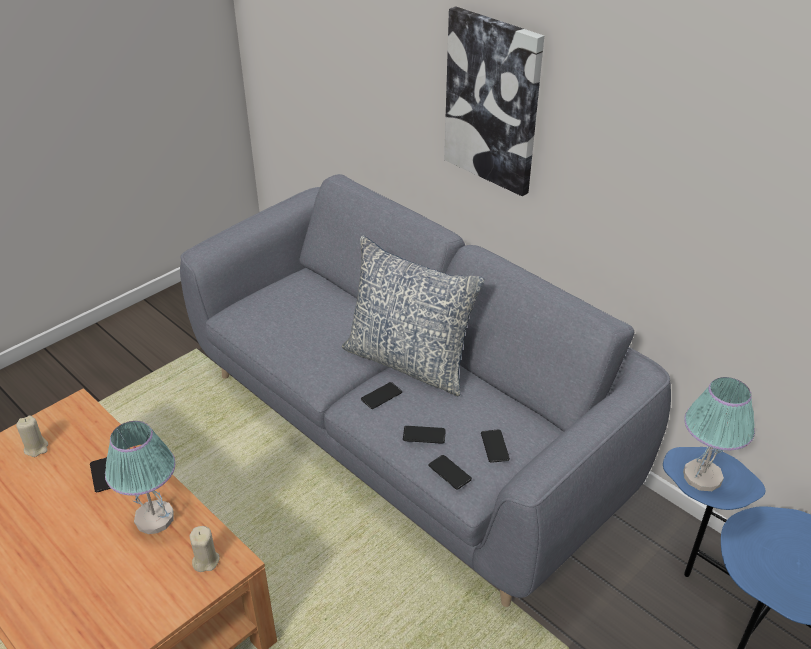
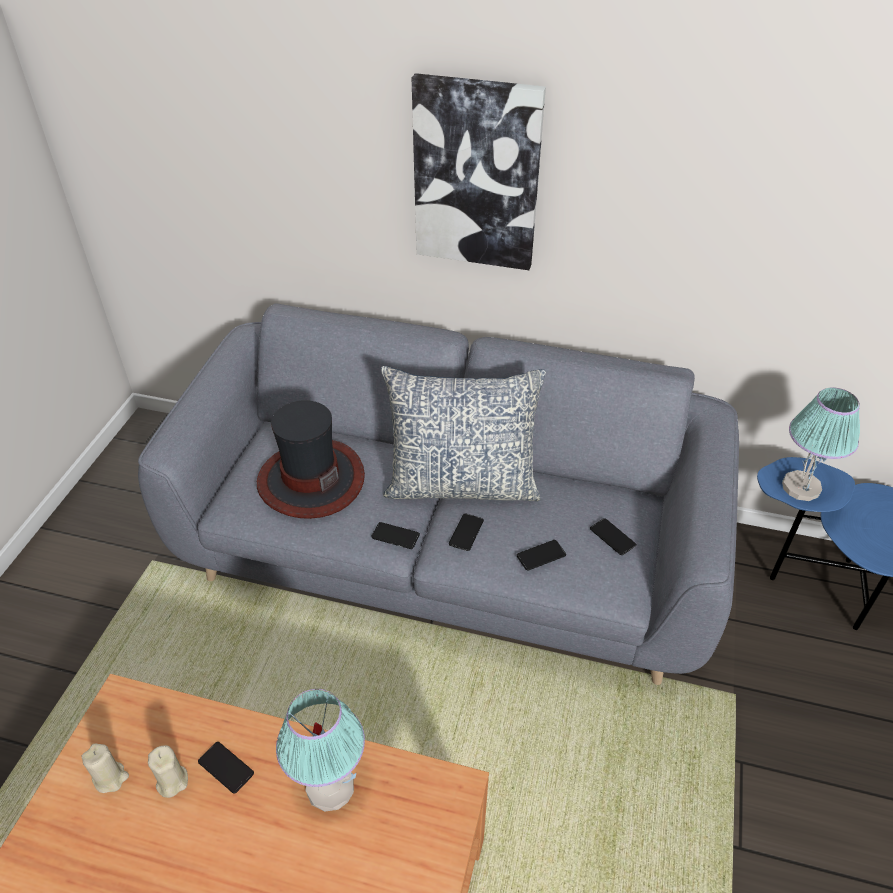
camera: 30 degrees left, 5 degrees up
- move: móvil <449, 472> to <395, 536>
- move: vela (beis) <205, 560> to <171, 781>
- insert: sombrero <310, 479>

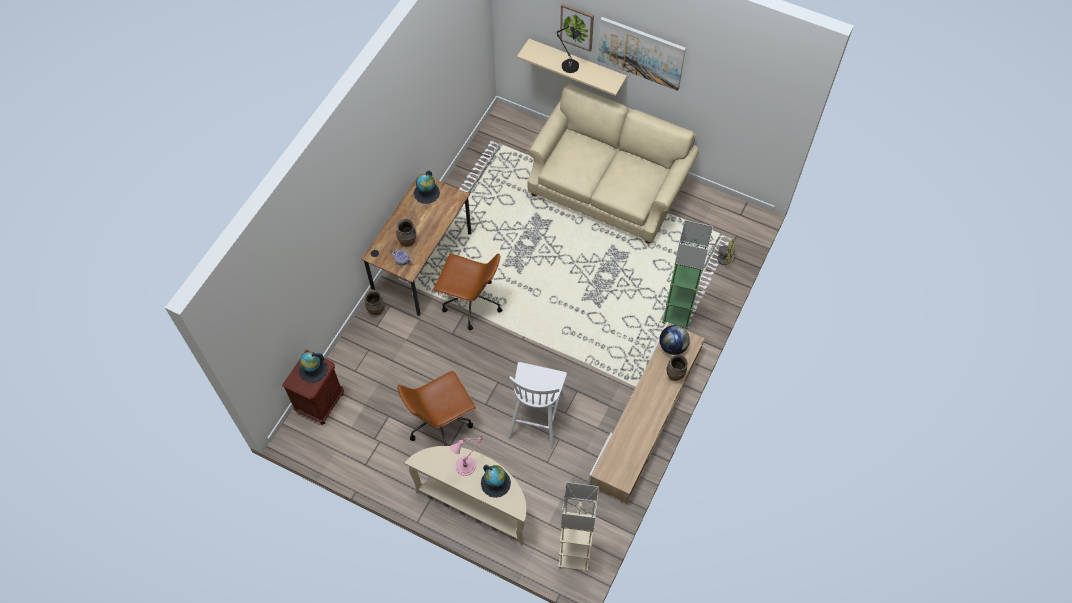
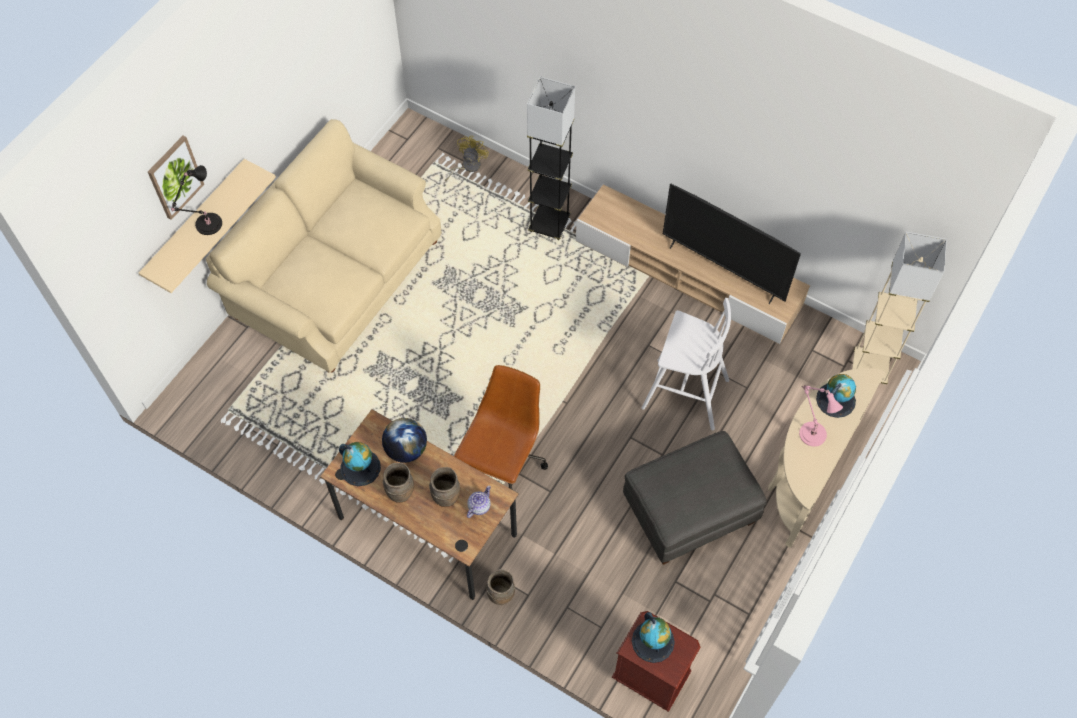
camera: 85 degrees left, 0 degrees up
- delete: cuadro <641, 53>
- recolor: lámpara de pie (verde) <677, 316> to lámpara de pie (gris) <549, 225>
- move: globo terráqueo <672, 346> to <406, 449>
- move: florero (marrón) <675, 375> to <400, 492>
- replace: silla de oficina (marrón) <441, 423> to puf (gris) <688, 512>
- insert: televisor <723, 270>

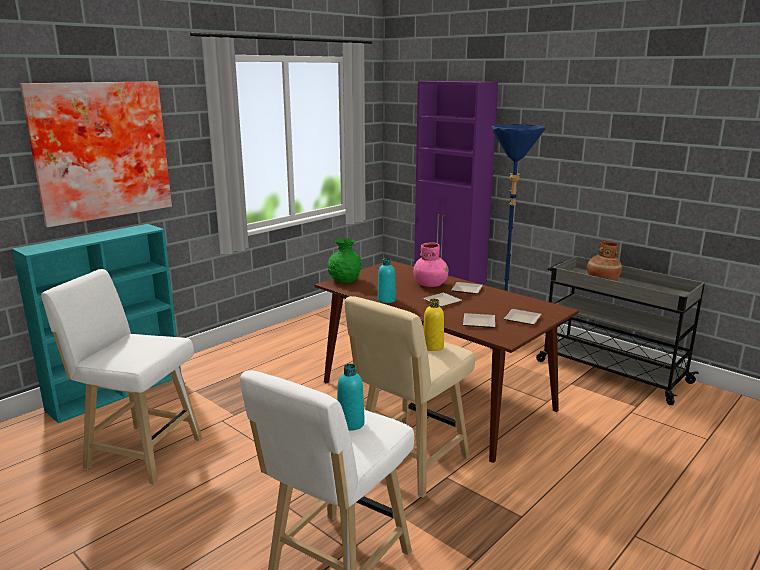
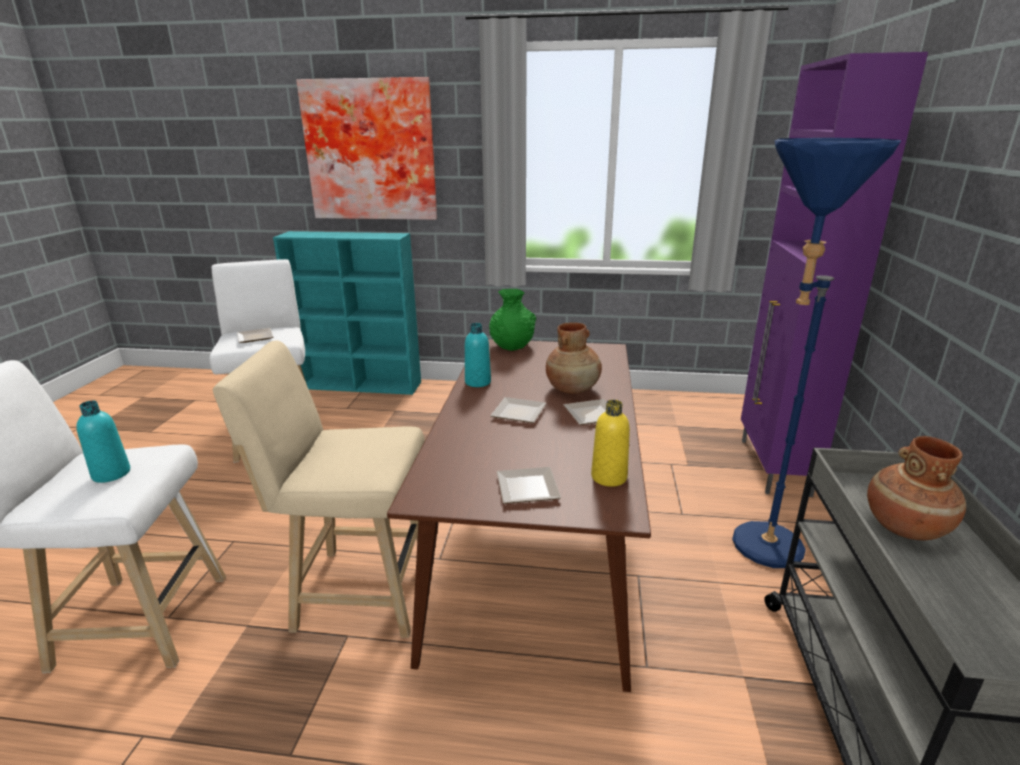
camera: 55 degrees right, 5 degrees up
- recolor: florero (rosa) <430, 284> to florero (marrón) <573, 388>
- move: botella (amarillo) <433, 347> to <609, 477>
- move: plato <480, 323> to <254, 338>

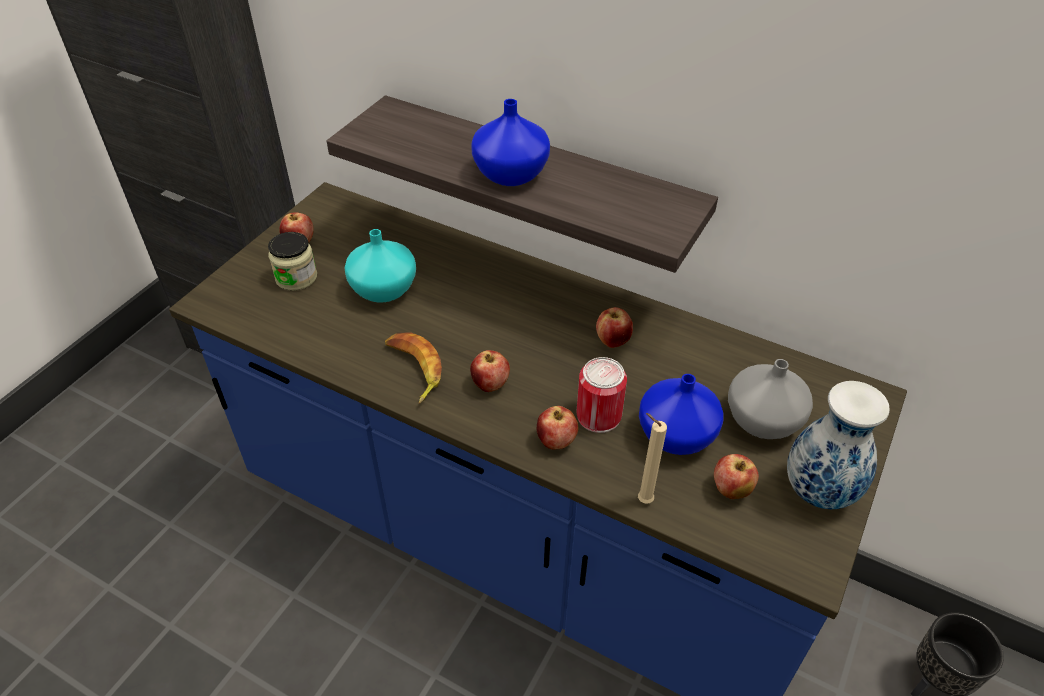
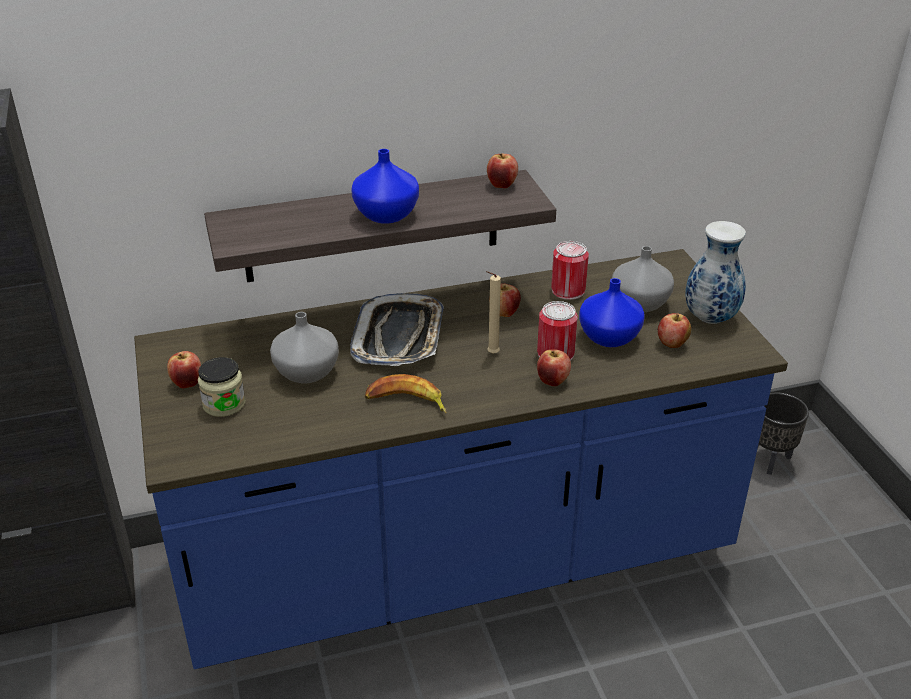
camera: 45 degrees left, 10 degrees down
- recolor: florero (turquesa) <385, 289> to florero (gris) <307, 371>
- move: manzana <490, 385> to <502, 185>
- move: vela (beis) <642, 499> to <491, 354>
- insert: lata <568, 290>
- insert: bandeja <399, 337>

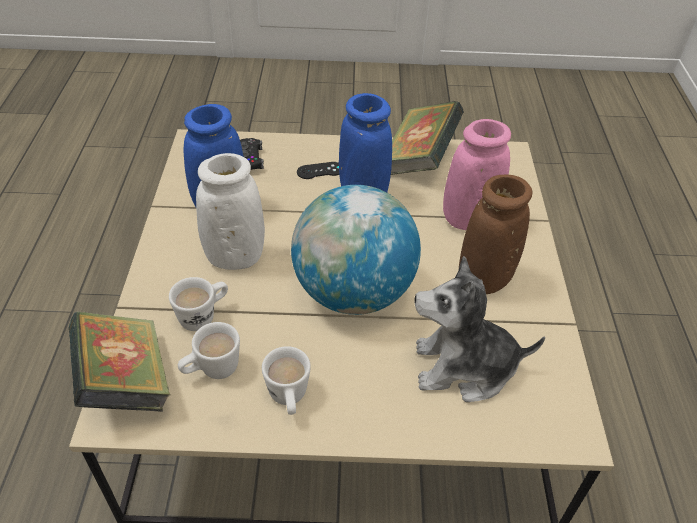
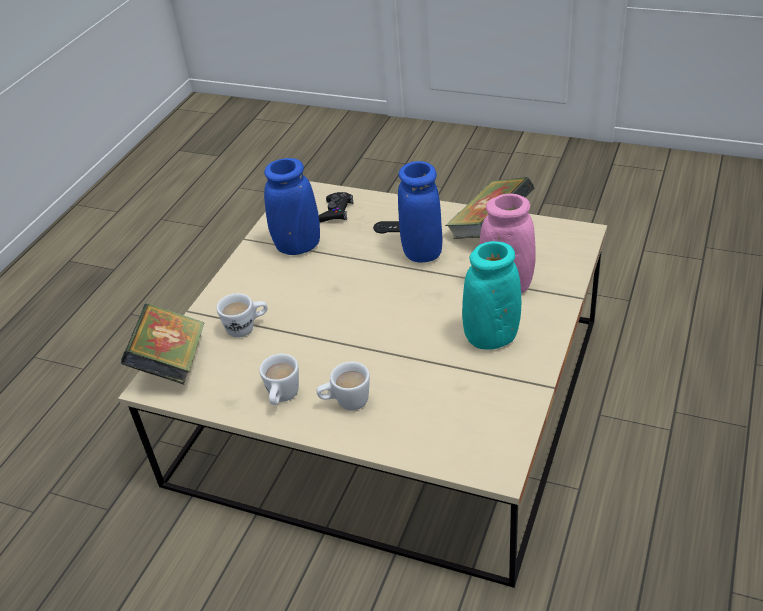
camera: 25 degrees right, 5 degrees down
- delete: florero (blanco) <235, 257>
- recolor: florero (marrón) <484, 279> to florero (turquesa) <491, 337>
- delete: globo terráqueo <353, 293>
- delete: peluche <464, 368>
- move: taza grande (blanco) <212, 370> to <346, 403>

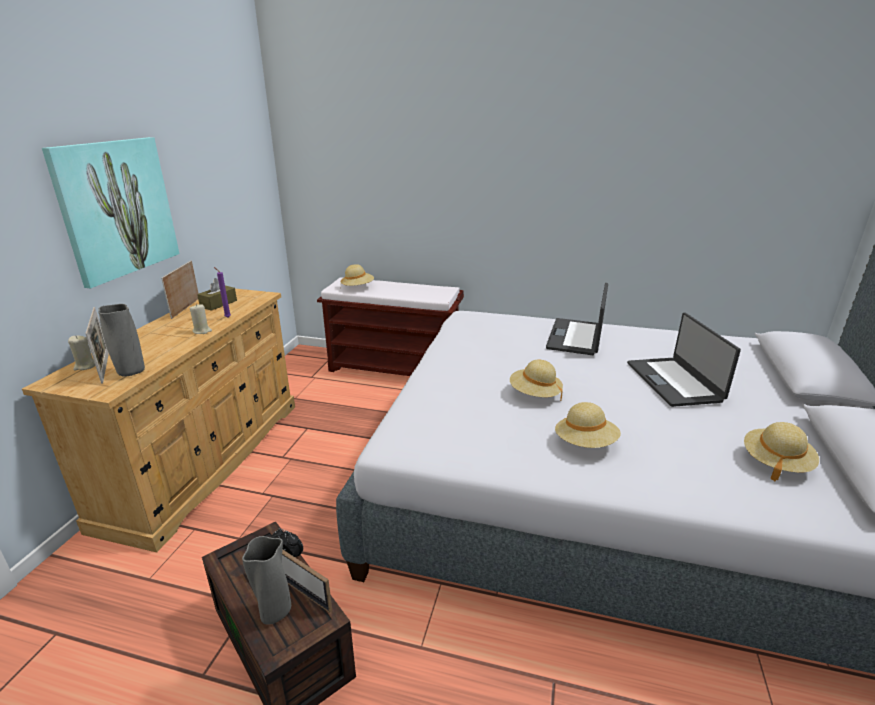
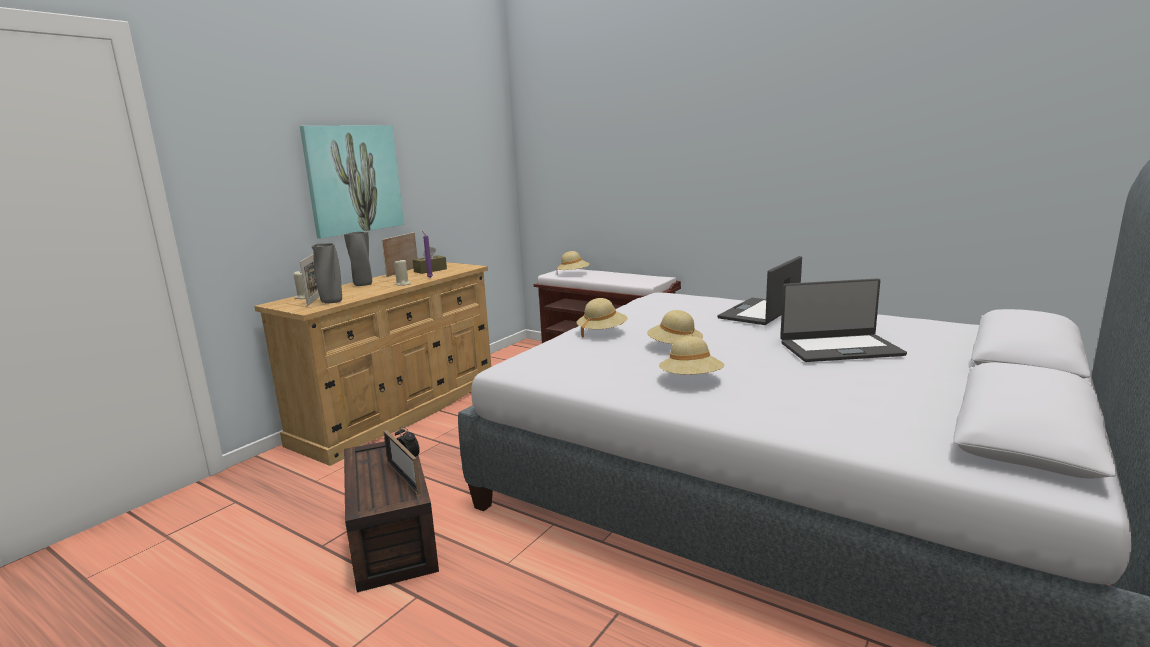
camera: 20 degrees right, 10 degrees down
- rotate: portátil <674, 381> = <839, 348> 105 degrees counterclockwise
- move: sombrero (beis) <775, 463> to <602, 332>
- move: florero (gris) <275, 613> to <363, 284>

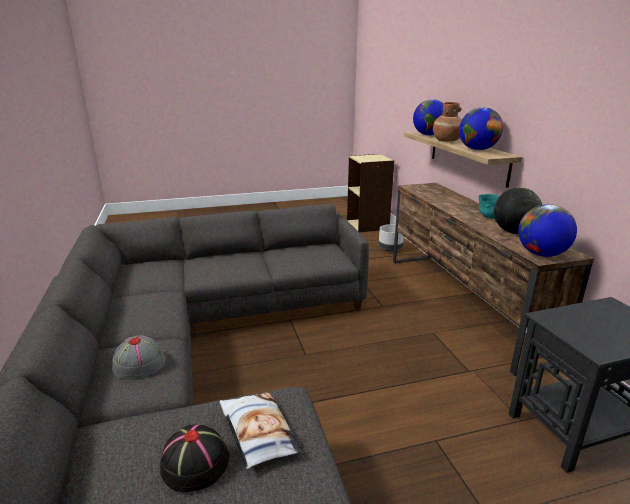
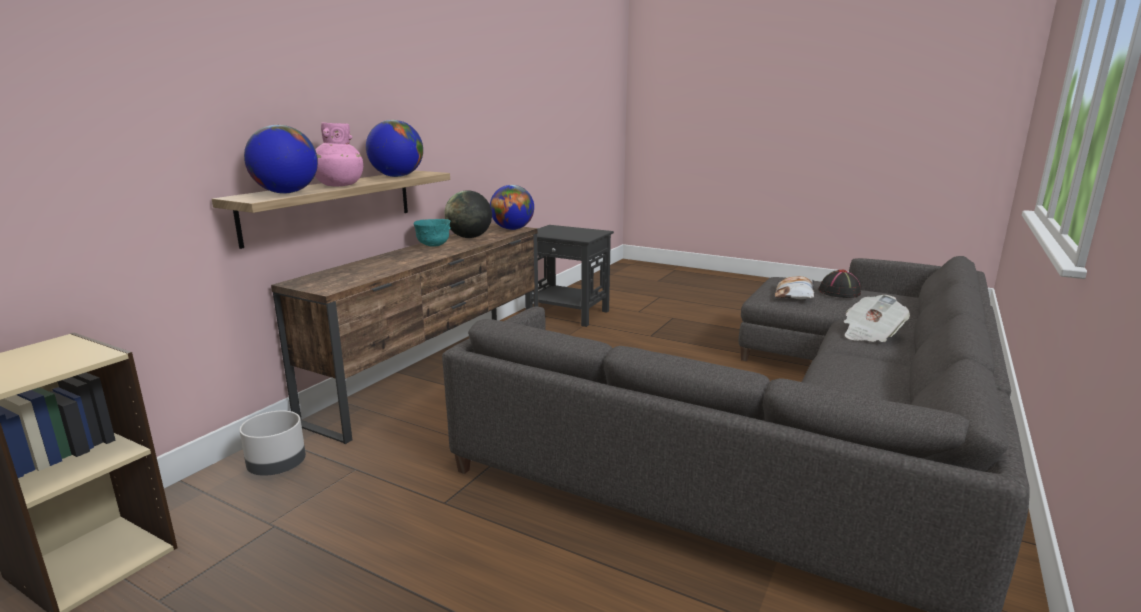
camera: 135 degrees left, 5 degrees down
- recolor: florero (marrón) <447, 140> to florero (rosa) <338, 185>
- replace: sombrero (gris) <139, 363> to periódico <870, 334>

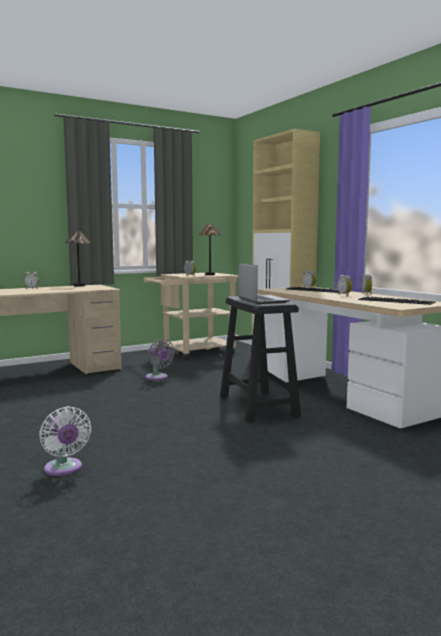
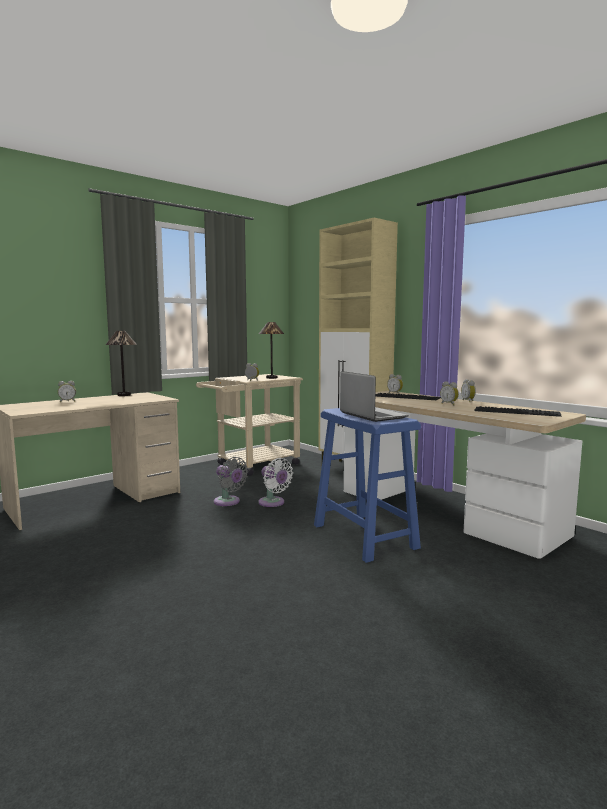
camera: 10 degrees left, 0 degrees up
- recolor: taburete (negro) <258, 405> to taburete (azul) <364, 536>
- move: ventilador (blanco) <64, 469> to <273, 503>

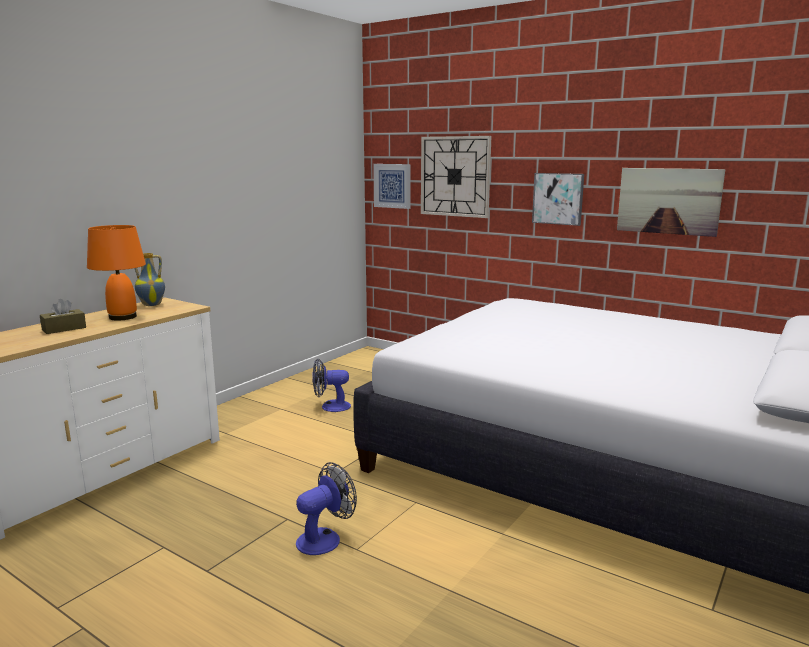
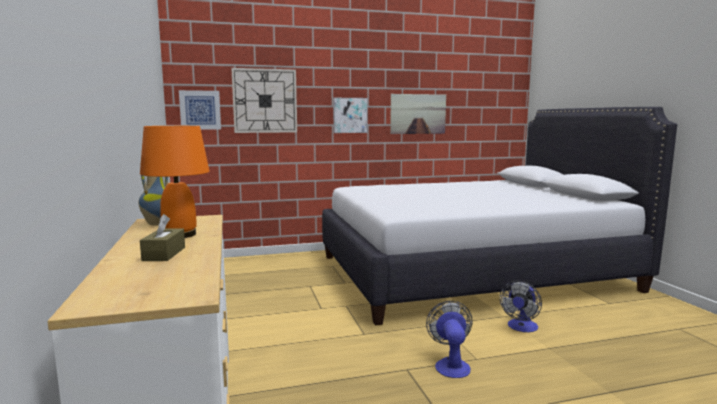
camera: 50 degrees left, 5 degrees down
- move: ventilador <330, 406> to <521, 328>

